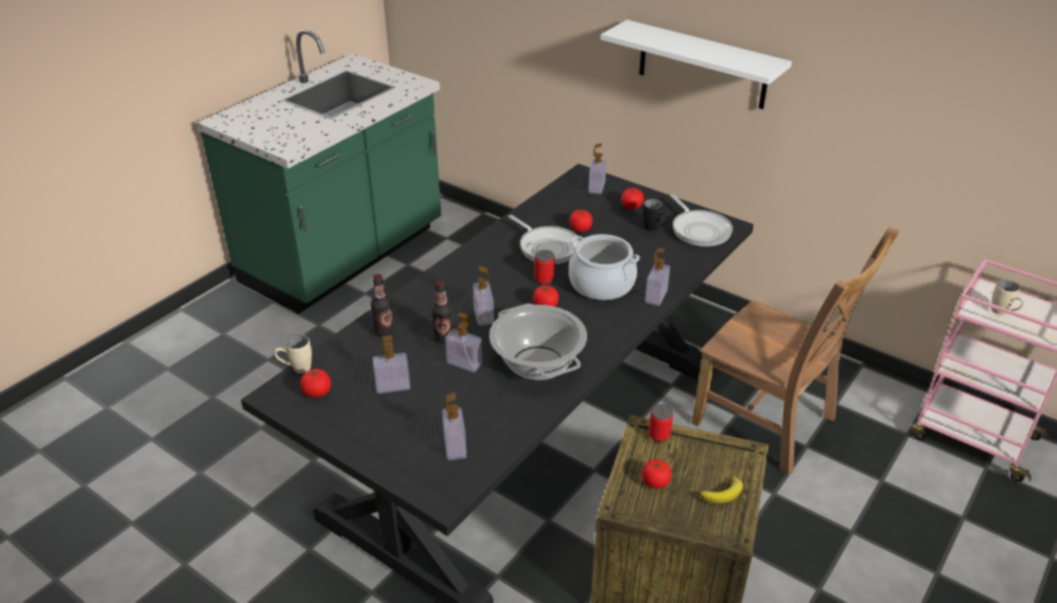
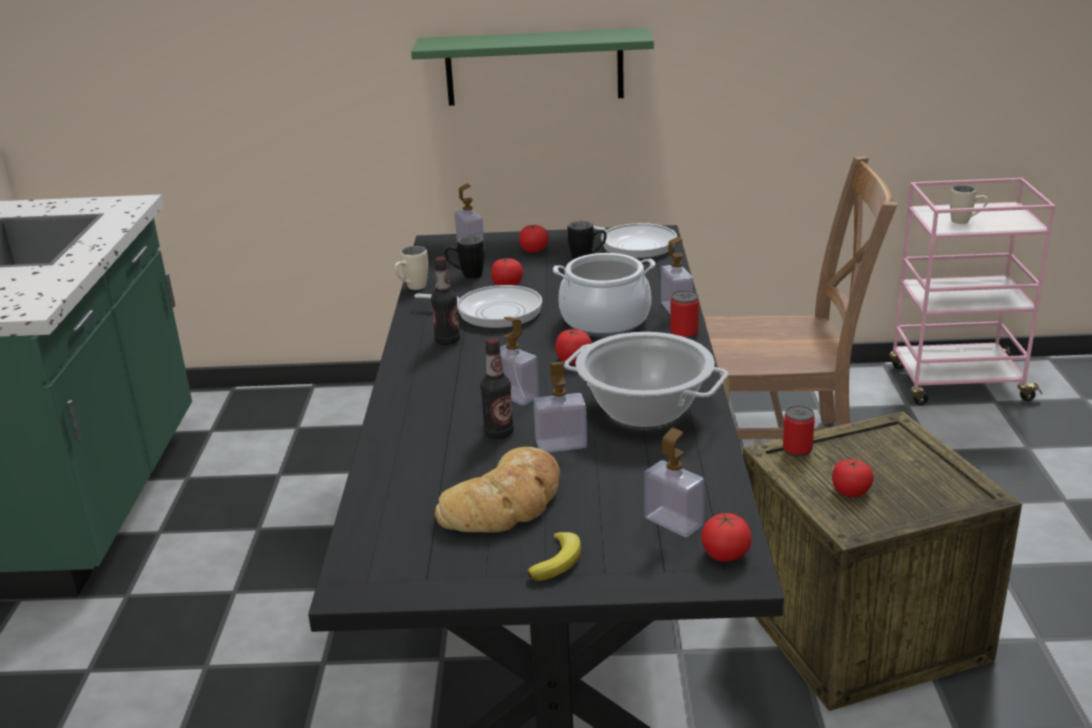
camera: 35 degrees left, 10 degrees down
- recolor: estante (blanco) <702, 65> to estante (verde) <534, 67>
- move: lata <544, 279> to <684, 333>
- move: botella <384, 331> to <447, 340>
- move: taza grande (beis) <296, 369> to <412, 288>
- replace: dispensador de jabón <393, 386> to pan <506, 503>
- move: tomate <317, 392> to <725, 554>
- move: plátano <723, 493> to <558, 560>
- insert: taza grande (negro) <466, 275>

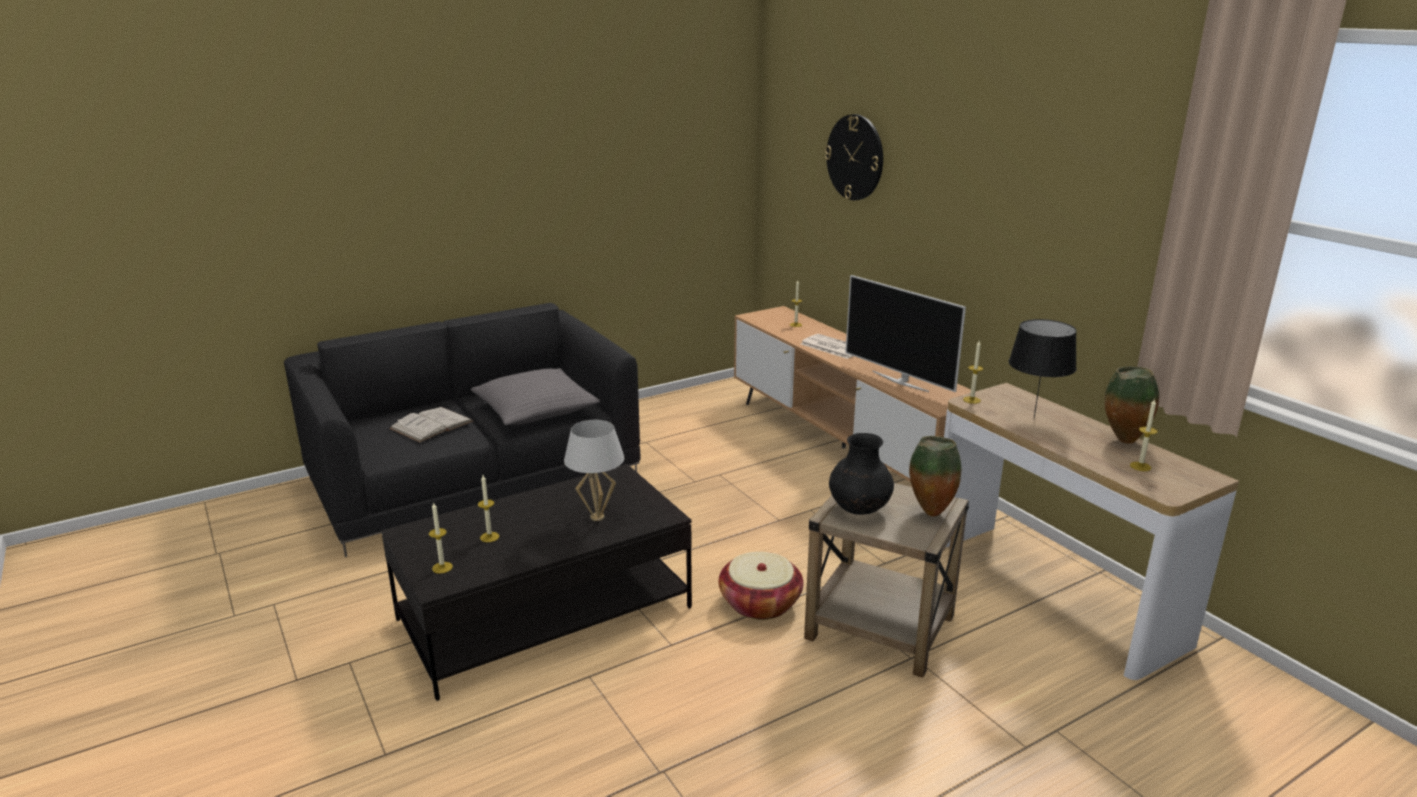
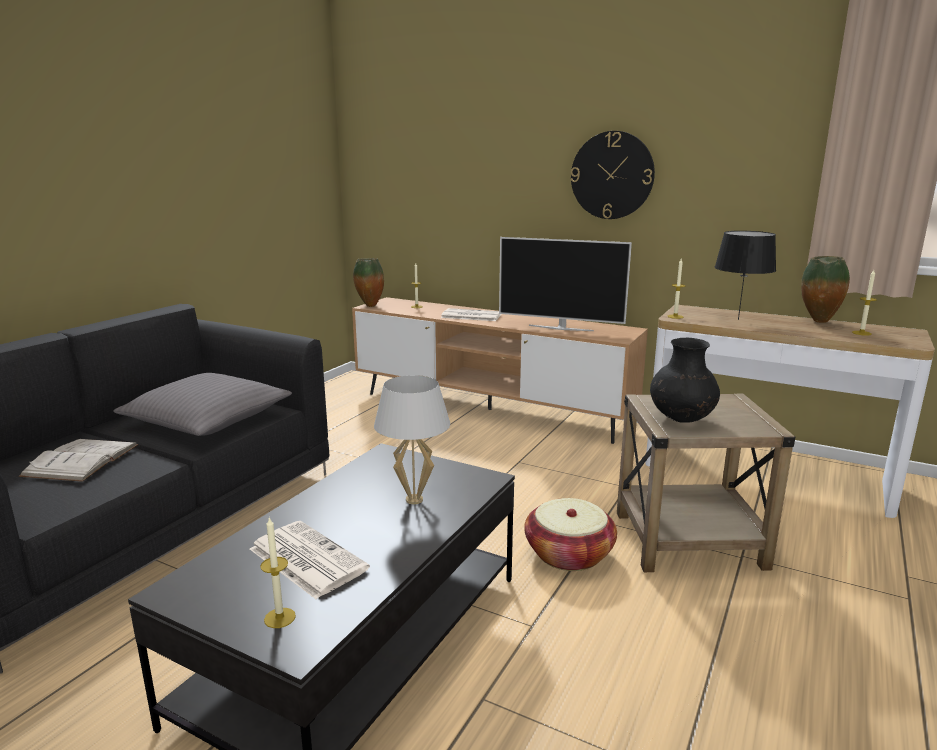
camera: 30 degrees left, 5 degrees down
- move: reloj de pared <855, 157> to <612, 175>
- move: florero <929, 512> to <369, 306>
- replace: vela <489, 537> to periódico <306, 559>

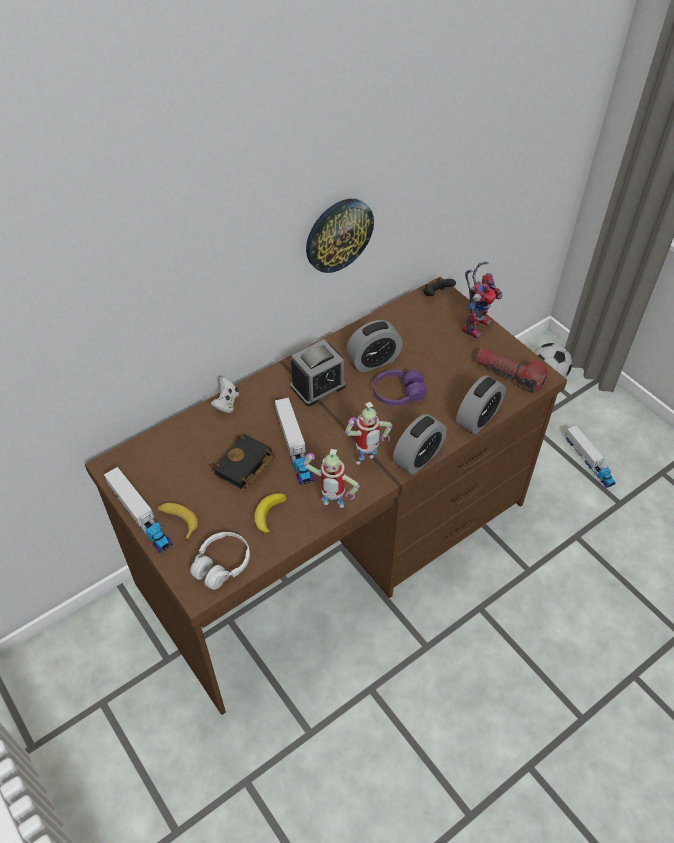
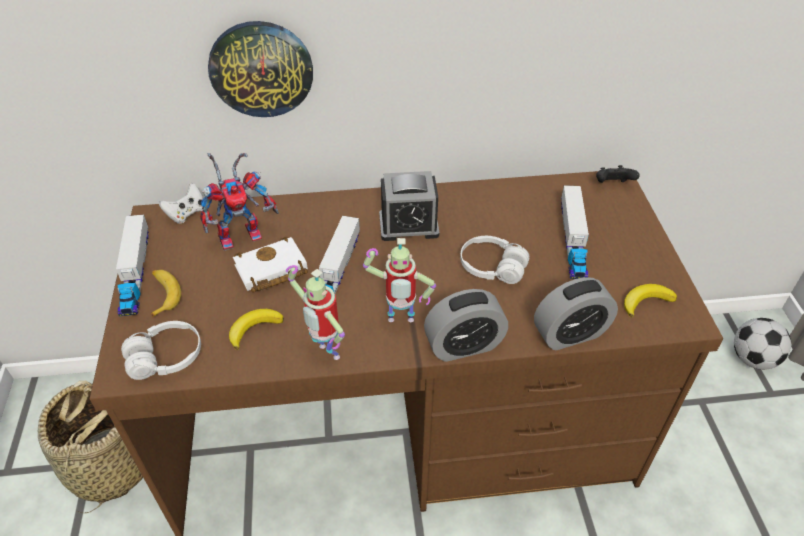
camera: 30 degrees right, 5 degrees down
- move: reloj de pared <338, 235> to <261, 69>
- move: robot de juguete <475, 323> to <242, 234>
- delete: despertador <373, 361>
- replace: linterna <509, 375> to plátano <645, 301>
- recolor: auriculares (morado) <398, 394> to auriculares (blanco) <492, 267>
- move: mando de consola (blanco) <226, 403> to <186, 213>
- move: camión de juguete <588, 461> to <572, 240>
- recolor: libro (negro) <244, 466> to libro (blanco) <270, 271>
- insert: cesta <110, 466>

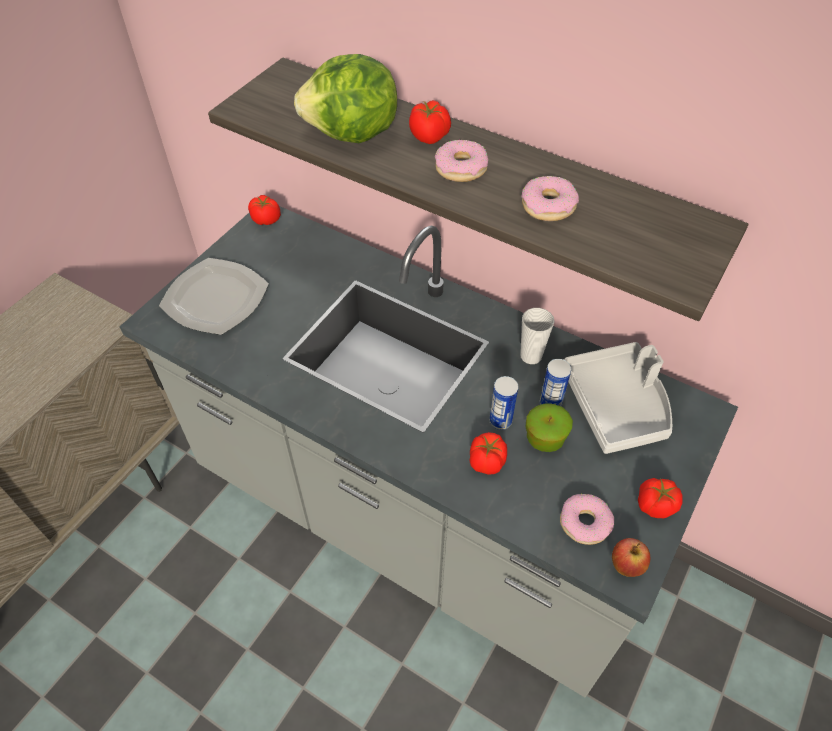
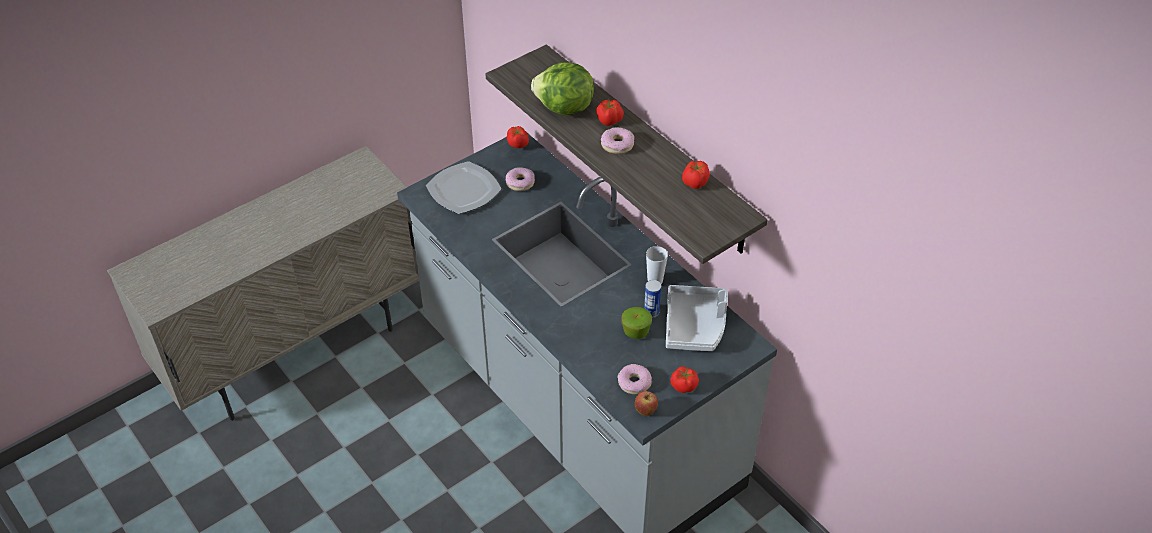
camera: 20 degrees right, 5 degrees down
- move: rosquilla <548, 206> to <520, 183>
- delete: lata <500, 421>
- move: tomate <486, 462> to <694, 183>

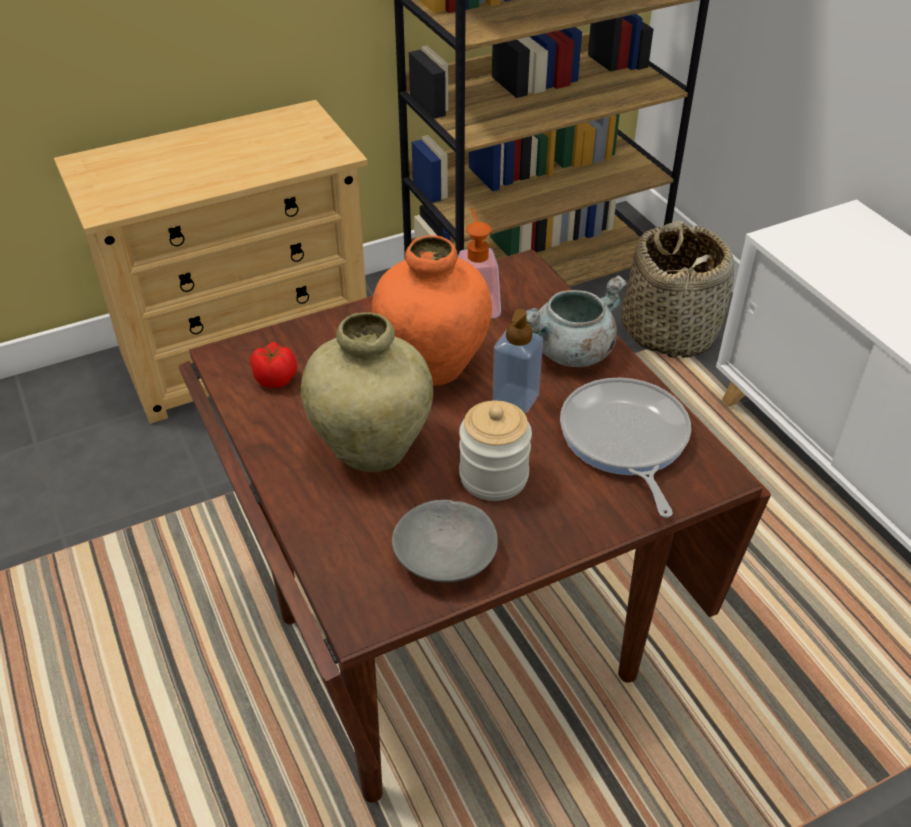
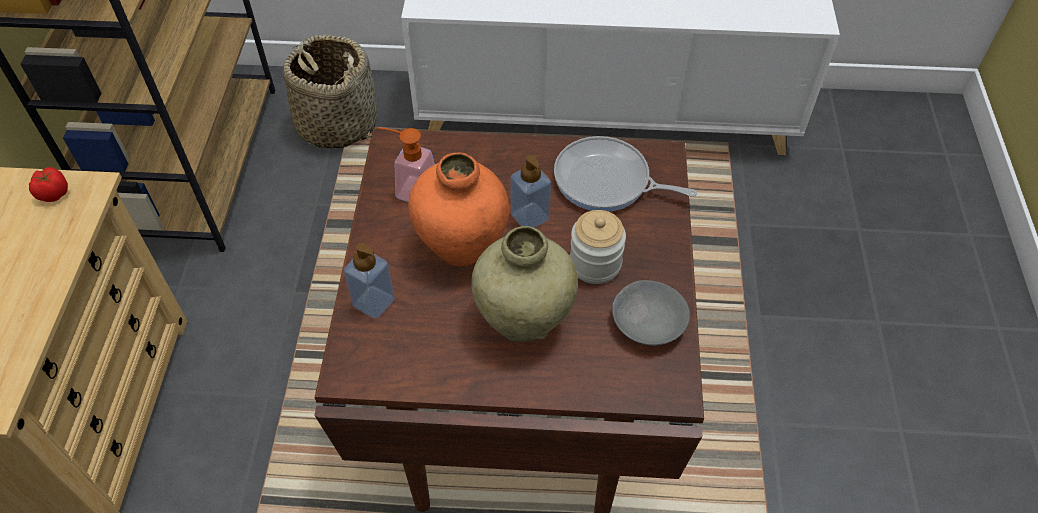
camera: 60 degrees left, 10 degrees up
- delete: olla (gris) <571, 353>
- move: tomate <274, 379> to <53, 194>
- insert: dispensador de jabón <374, 302>

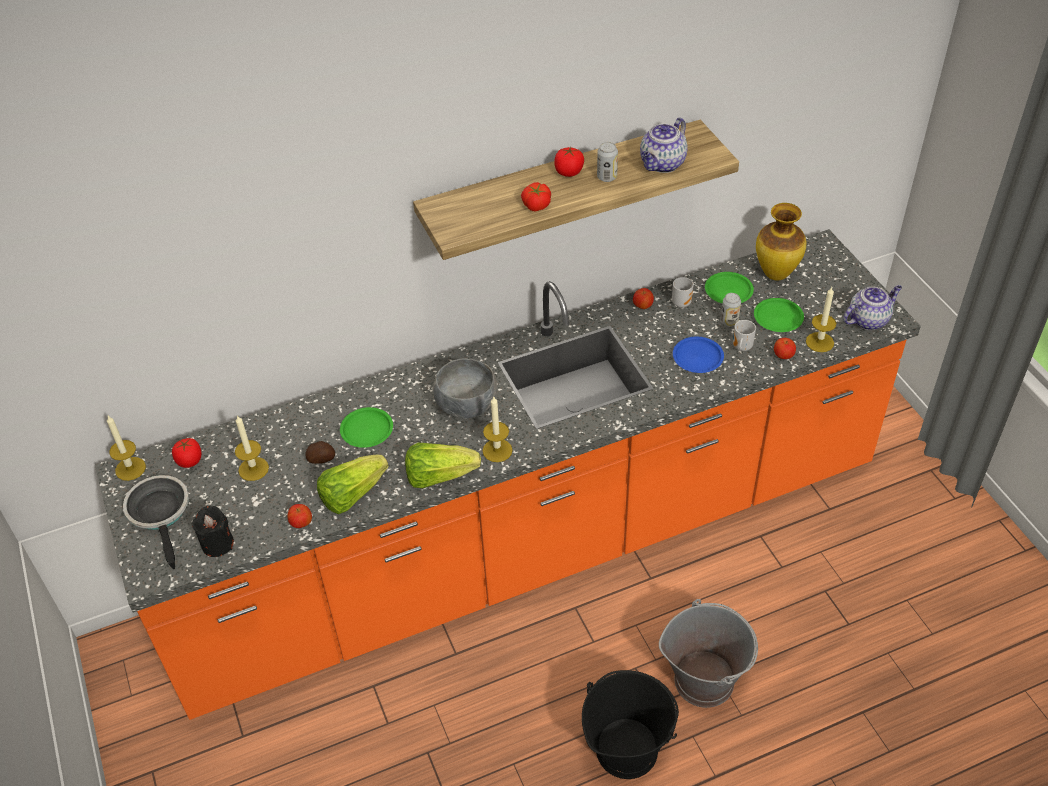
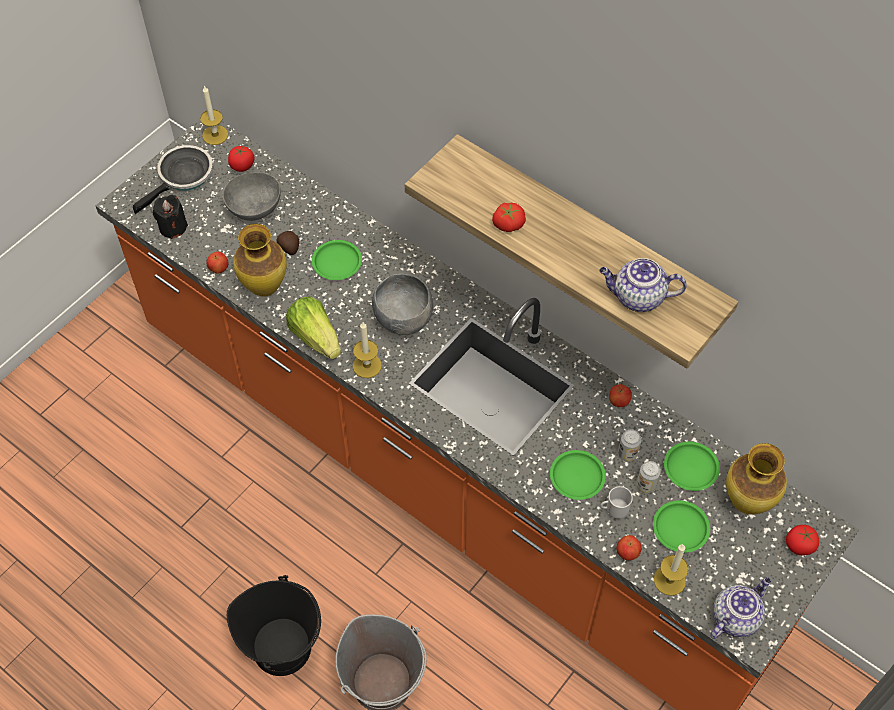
camera: 60 degrees right, 10 degrees up
- move: lata <607, 177> to <627, 454>
- move: tomate <569, 172> to <799, 545>
- delete: taza grande <681, 302>
- rotate: tetera <868, 319> = <735, 617> 75 degrees counterclockwise
- recolor: plato (azul) <698, 357> to plato (verde) <577, 477>
- replace: vela <253, 469> to cuenco (gris) <255, 210>
- replace: lechuga <352, 494> to florero <264, 287>

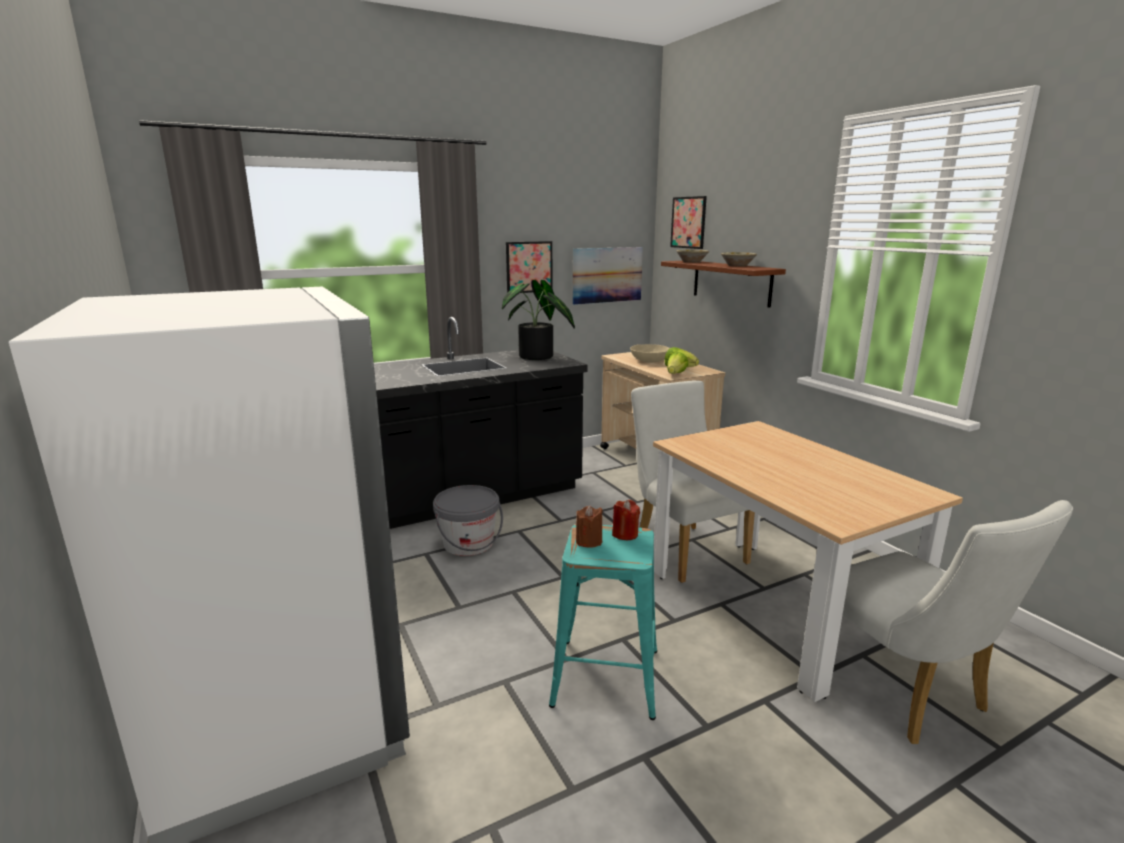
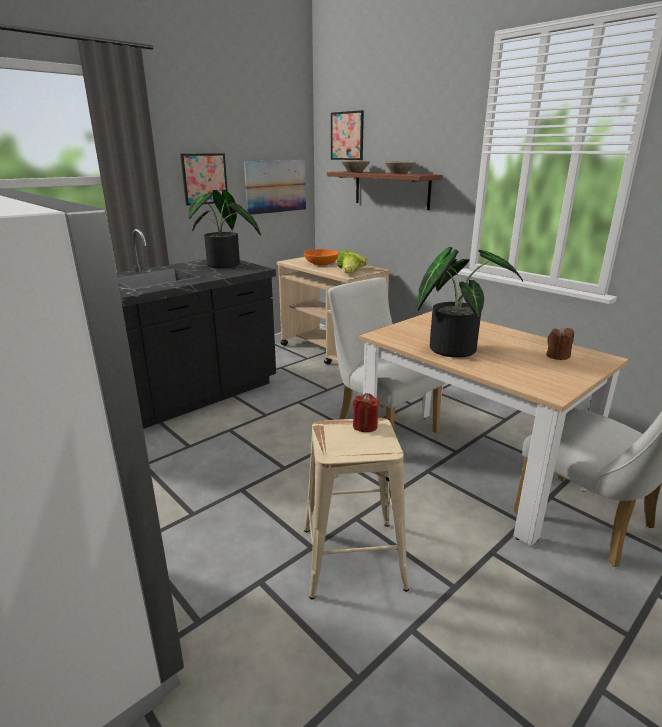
camera: 15 degrees left, 5 degrees up
- recolor: cuenco (beis) <649, 360> to cuenco (naranja) <321, 264>
- delete: cubo (gris) <468, 543>
- move: vela (marrón) <589, 541> to <557, 356>
- recolor: taburete (turquesa) <606, 677> to taburete (beis) <352, 558>
- insert: planta en maceta <454, 347>

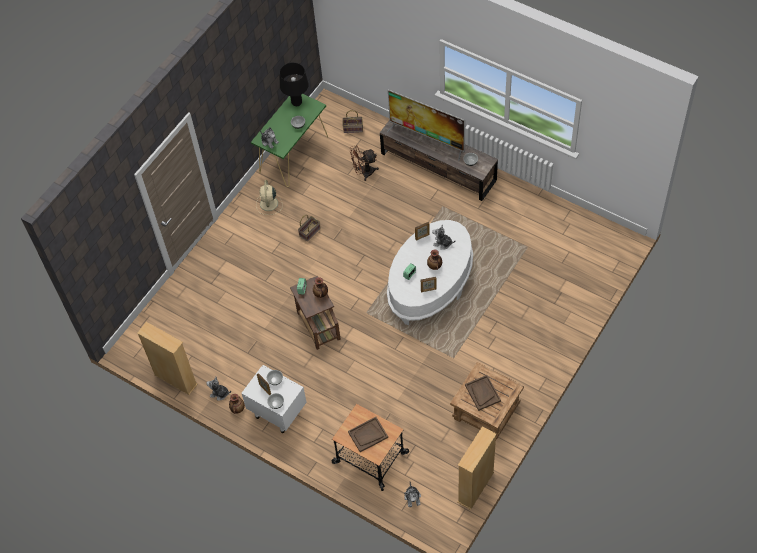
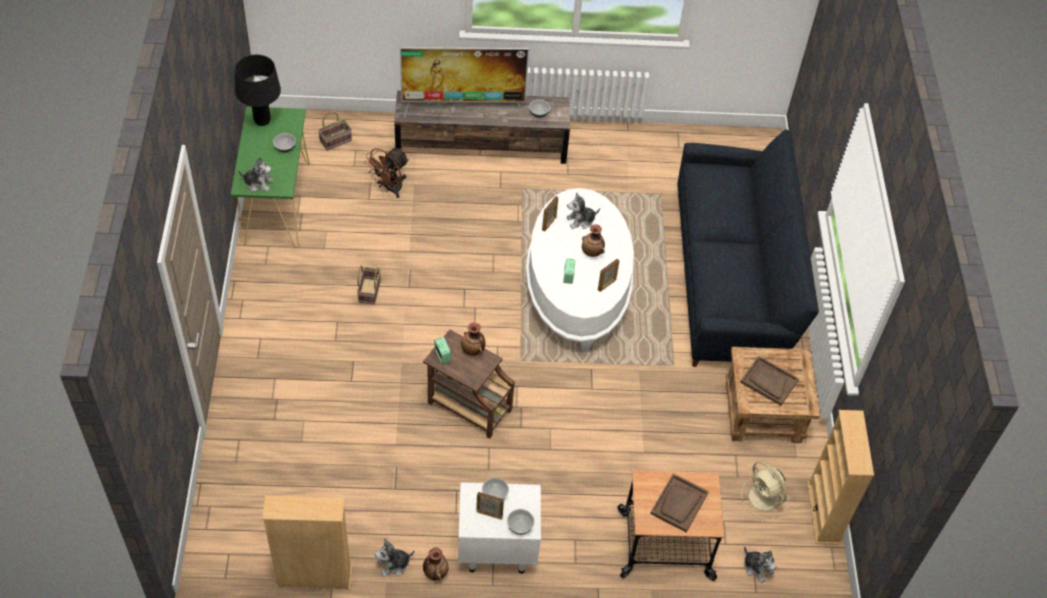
camera: 40 degrees left, 5 degrees down
- move: ventilador (beis) <269, 204> to <764, 498>
- insert: sofá (negro) <732, 278>

